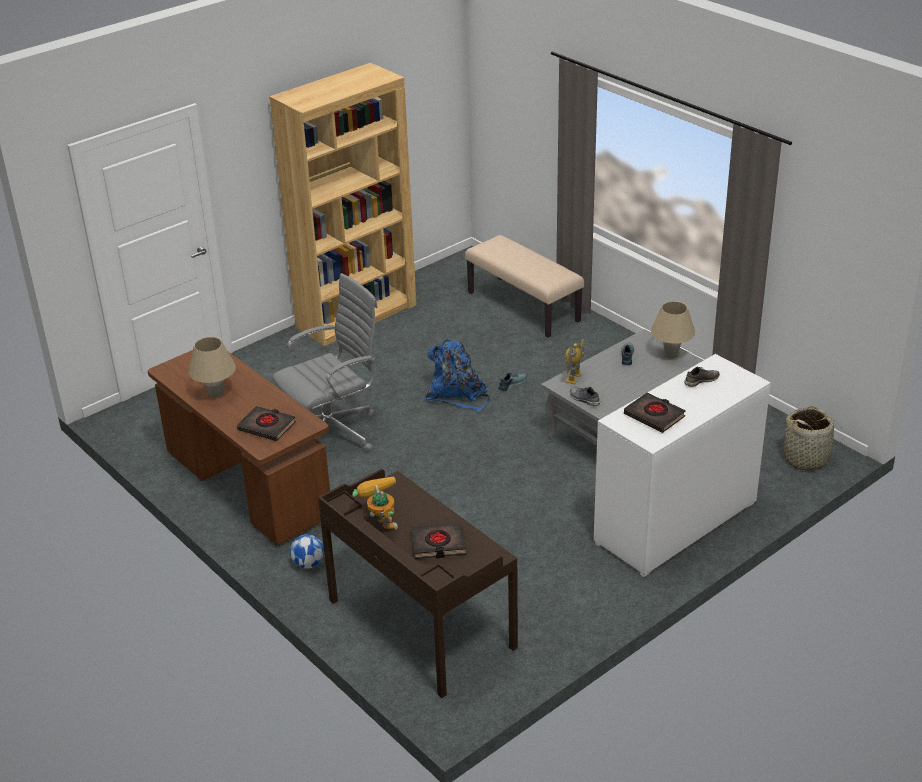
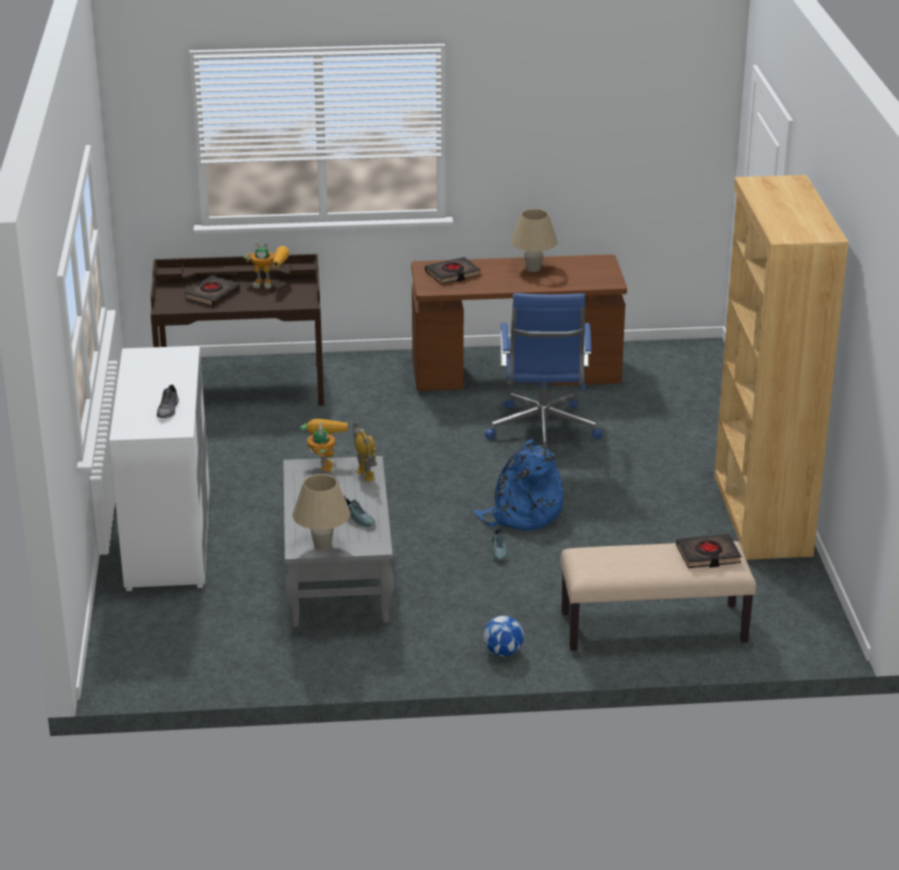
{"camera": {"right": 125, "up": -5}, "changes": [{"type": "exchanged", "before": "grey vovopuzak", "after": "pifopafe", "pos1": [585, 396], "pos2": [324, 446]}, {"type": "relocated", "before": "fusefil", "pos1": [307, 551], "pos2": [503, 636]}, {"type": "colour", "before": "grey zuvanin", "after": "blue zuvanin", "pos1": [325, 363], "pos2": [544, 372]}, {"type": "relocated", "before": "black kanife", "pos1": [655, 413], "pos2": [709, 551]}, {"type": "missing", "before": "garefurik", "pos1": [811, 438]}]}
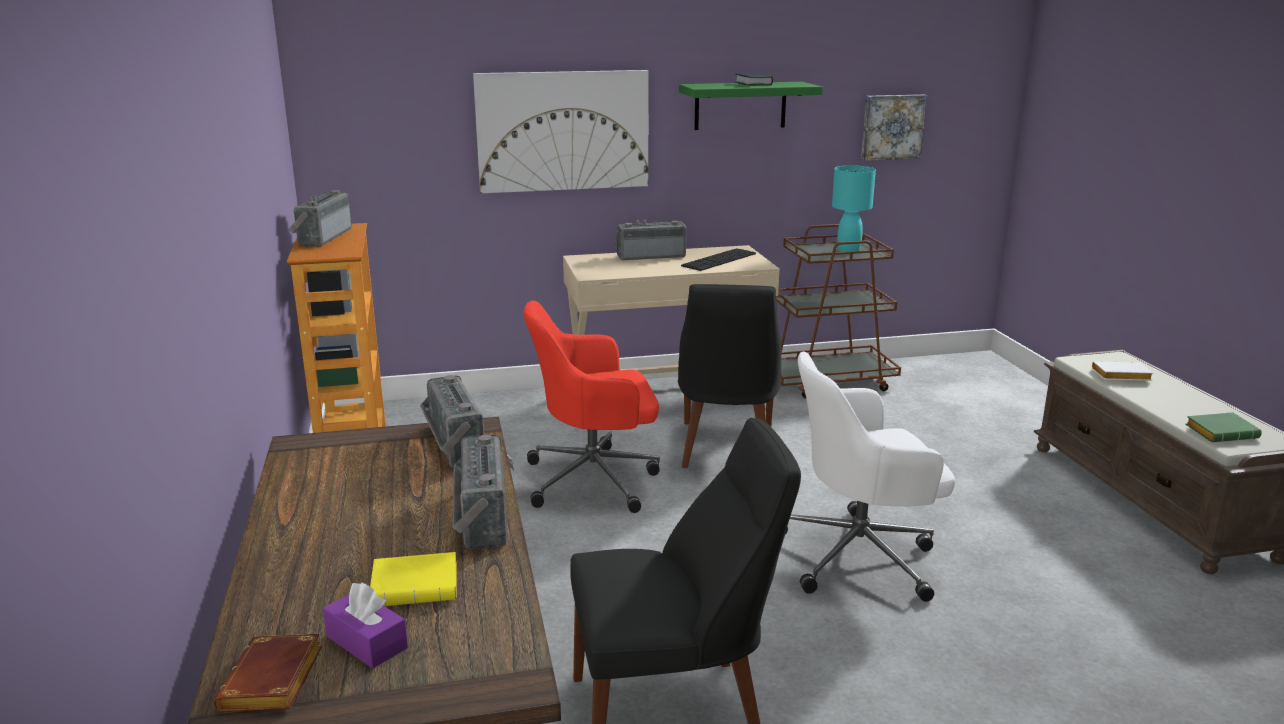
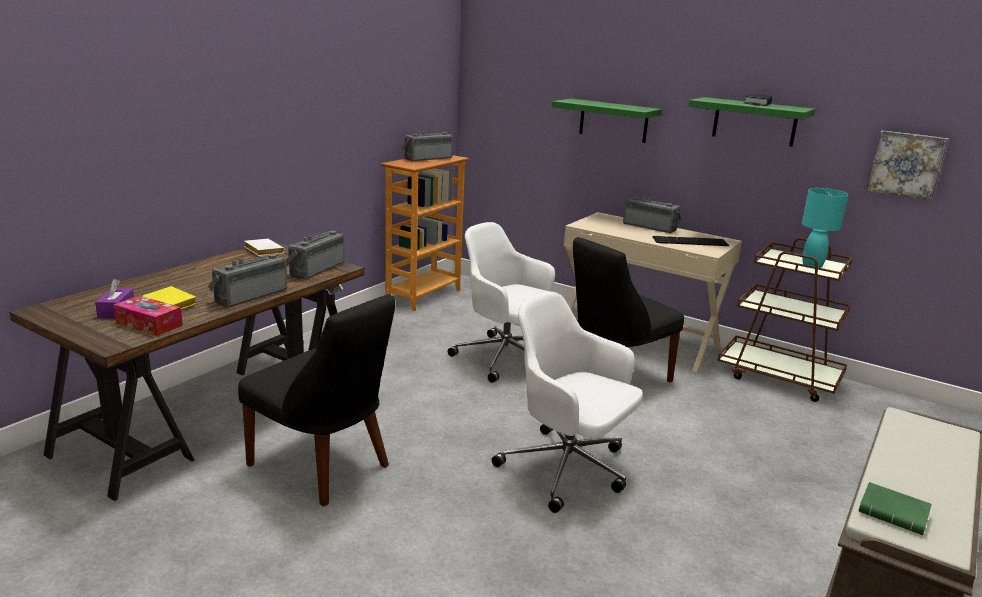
{"camera": {"right": 45, "up": 0}, "changes": [{"type": "appeared", "after": "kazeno", "pos2": [148, 315]}, {"type": "relocated", "before": "white kanife", "pos1": [1122, 371], "pos2": [264, 247]}, {"type": "colour", "before": "red zuvanin", "after": "white zuvanin", "pos1": [591, 406], "pos2": [501, 302]}, {"type": "exchanged", "before": "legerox", "after": "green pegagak", "pos1": [561, 131], "pos2": [607, 121]}, {"type": "missing", "before": "brown kanife", "pos1": [268, 673]}]}
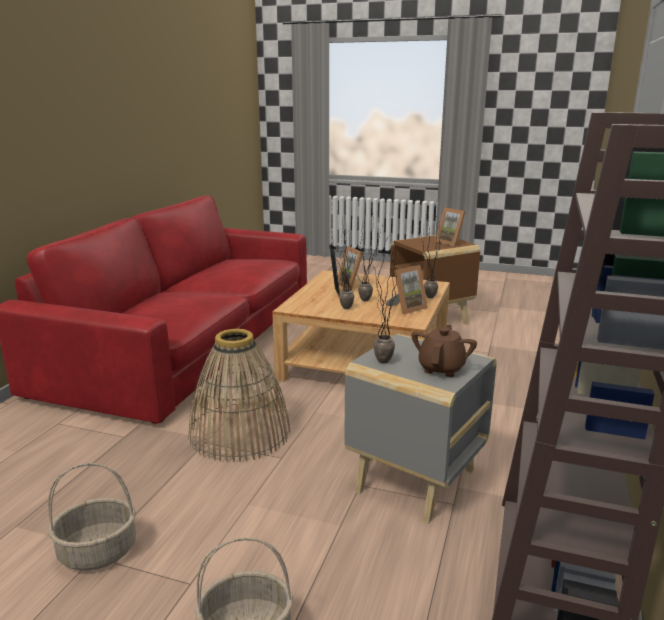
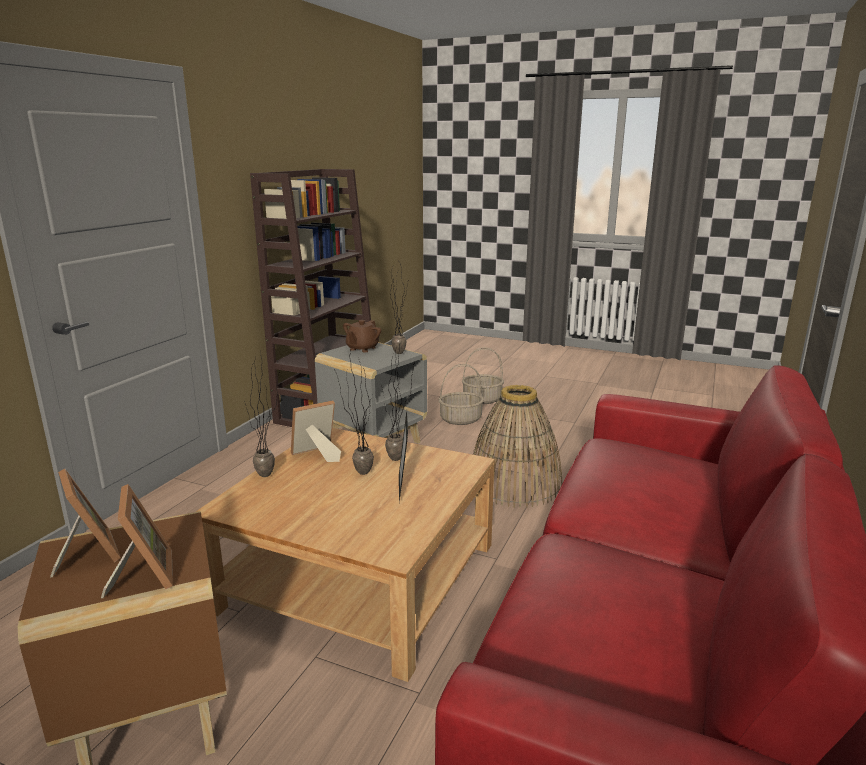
{"camera": {"right": -175, "up": 0}, "changes": [{"type": "relocated", "before": "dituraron", "pos1": [350, 268], "pos2": [137, 541]}, {"type": "relocated", "before": "garefurik", "pos1": [92, 517], "pos2": [461, 394]}]}
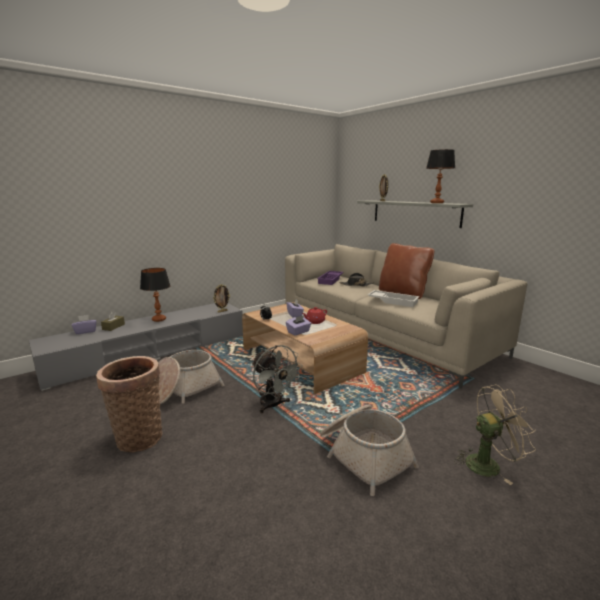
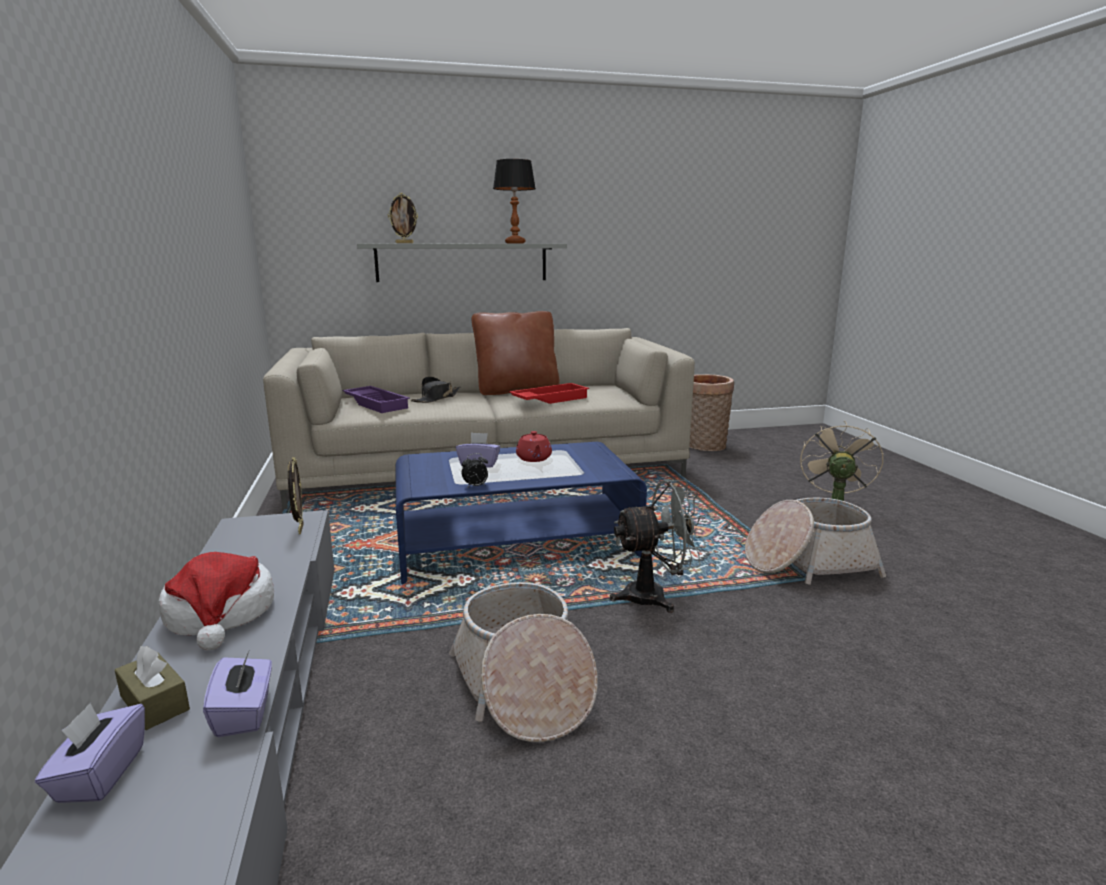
{"camera": {"right": -65, "up": 0}, "changes": [{"type": "exchanged", "before": "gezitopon", "after": "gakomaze", "pos1": [155, 295], "pos2": [216, 601]}, {"type": "relocated", "before": "purple kazeno", "pos1": [298, 325], "pos2": [237, 693]}, {"type": "colour", "before": "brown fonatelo", "after": "blue fonatelo", "pos1": [305, 348], "pos2": [521, 513]}, {"type": "colour", "before": "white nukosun", "after": "red nukosun", "pos1": [393, 298], "pos2": [549, 393]}, {"type": "relocated", "before": "garefurik", "pos1": [129, 404], "pos2": [711, 412]}]}
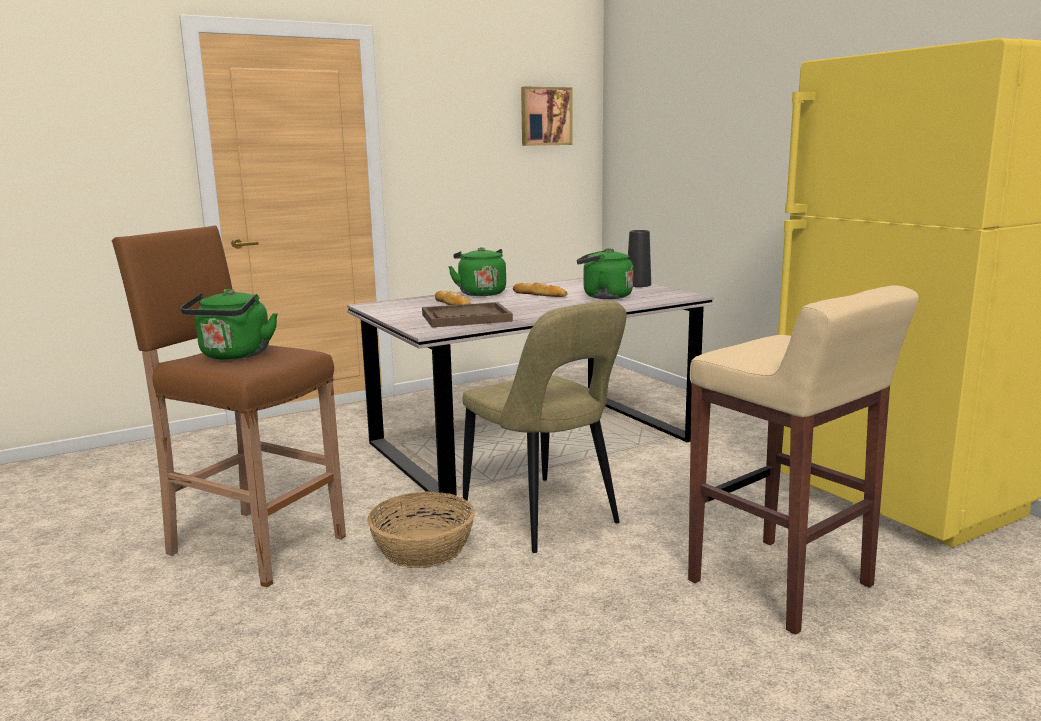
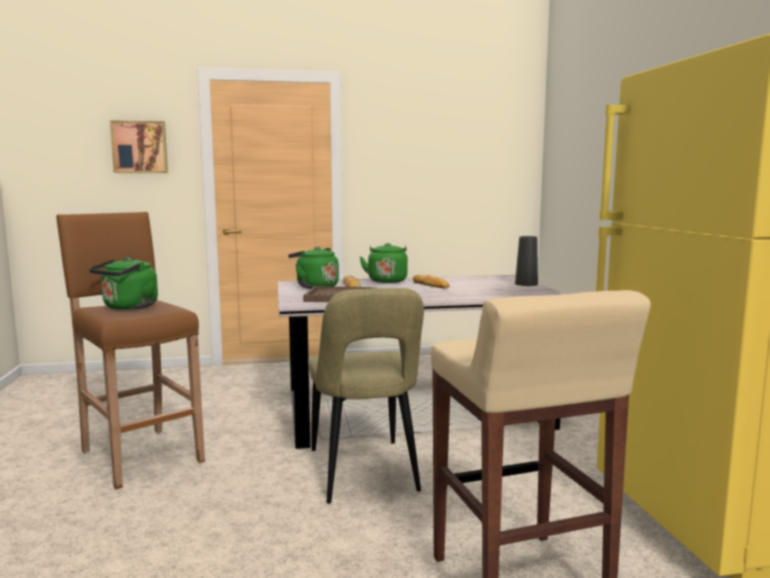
{"camera": {"right": 20, "up": -5}, "changes": [{"type": "relocated", "before": "legerox", "pos1": [547, 116], "pos2": [139, 146]}, {"type": "relocated", "before": "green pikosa", "pos1": [605, 273], "pos2": [313, 268]}, {"type": "missing", "before": "garefurik", "pos1": [421, 529]}]}
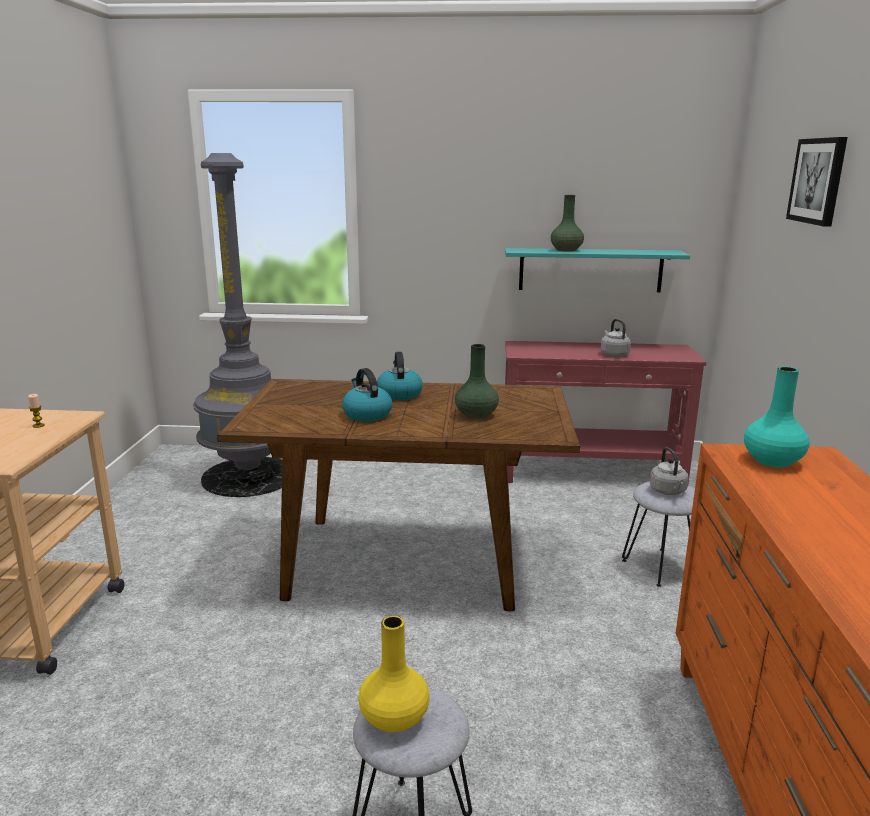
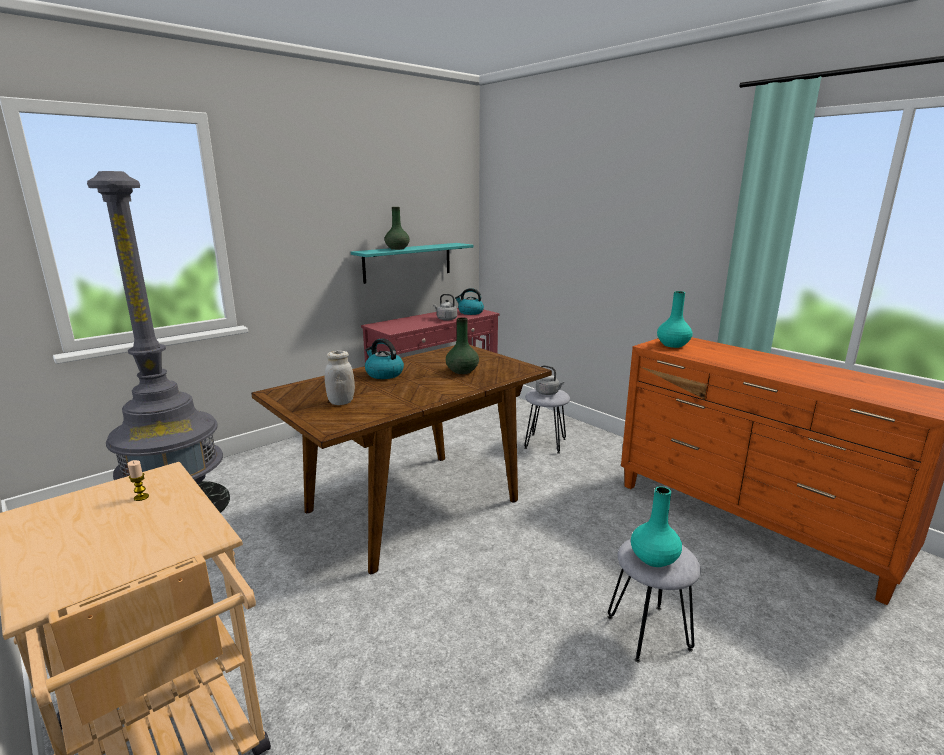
{"camera": {"right": -45, "up": 0}, "changes": [{"type": "appeared", "after": "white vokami", "pos2": [340, 378]}, {"type": "relocated", "before": "pikosa", "pos1": [367, 394], "pos2": [469, 301]}, {"type": "colour", "before": "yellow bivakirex", "after": "turquoise bivakirex", "pos1": [393, 674], "pos2": [656, 526]}, {"type": "missing", "before": "legerox", "pos1": [816, 182]}]}
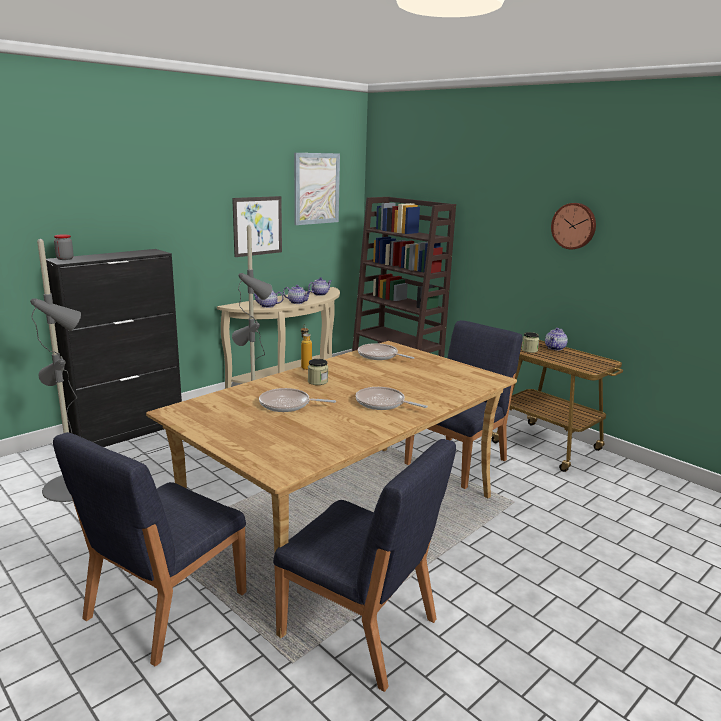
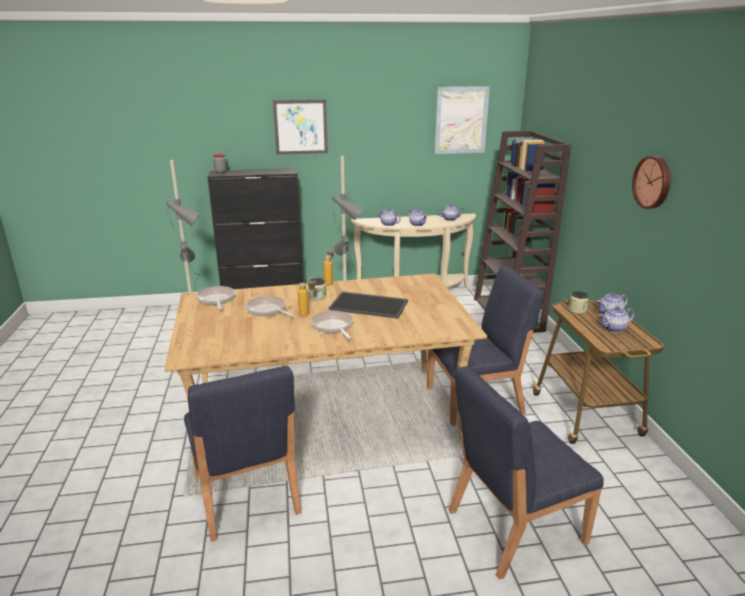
{"camera": {"right": 35, "up": 5}, "changes": [{"type": "relocated", "before": "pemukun", "pos1": [386, 351], "pos2": [216, 298]}, {"type": "relocated", "before": "legerox", "pos1": [257, 226], "pos2": [300, 127]}, {"type": "appeared", "after": "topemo", "pos2": [307, 297]}, {"type": "appeared", "after": "nukosun", "pos2": [368, 305]}, {"type": "relocated", "before": "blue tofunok", "pos1": [149, 549], "pos2": [526, 473]}, {"type": "appeared", "after": "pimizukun", "pos2": [616, 319]}]}
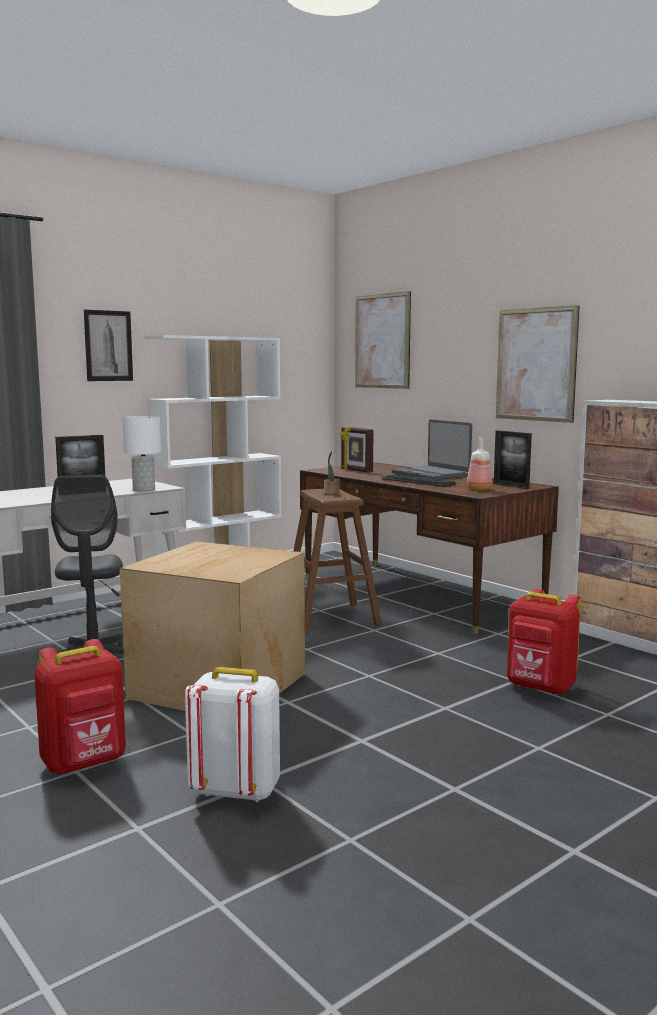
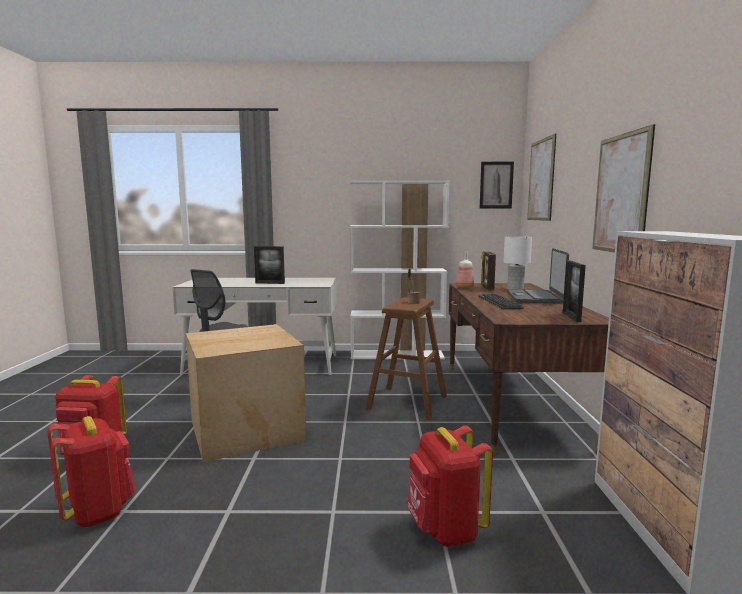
{"camera": {"right": 40, "up": 0}, "changes": [{"type": "colour", "before": "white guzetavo", "after": "red guzetavo", "pos1": [232, 734], "pos2": [91, 471]}, {"type": "relocated", "before": "topemo", "pos1": [479, 464], "pos2": [465, 270]}, {"type": "relocated", "before": "legerox", "pos1": [108, 345], "pos2": [497, 185]}, {"type": "relocated", "before": "white gezitopon", "pos1": [141, 453], "pos2": [517, 263]}]}
